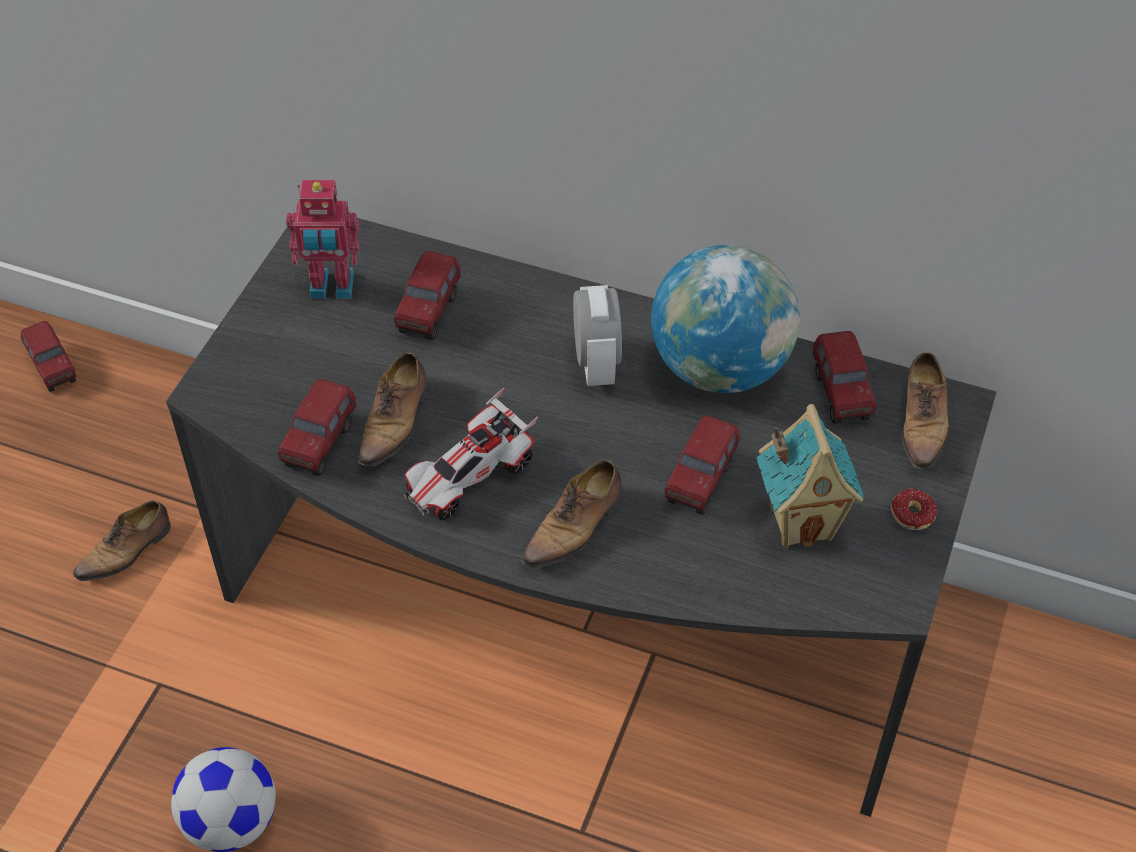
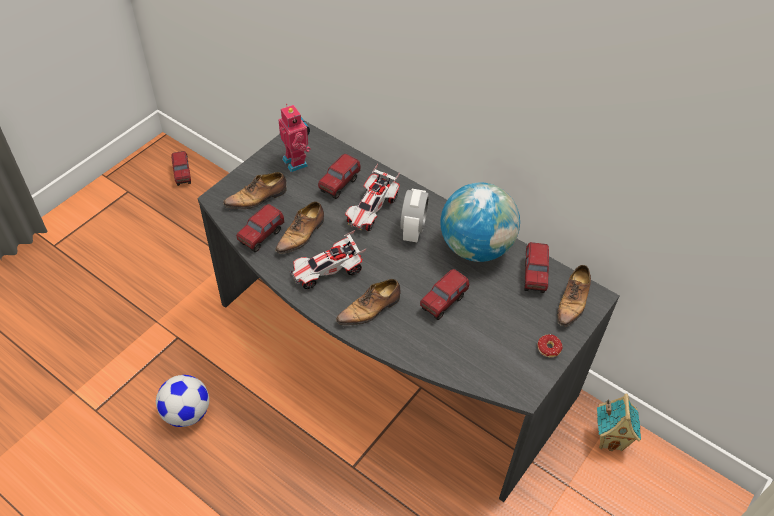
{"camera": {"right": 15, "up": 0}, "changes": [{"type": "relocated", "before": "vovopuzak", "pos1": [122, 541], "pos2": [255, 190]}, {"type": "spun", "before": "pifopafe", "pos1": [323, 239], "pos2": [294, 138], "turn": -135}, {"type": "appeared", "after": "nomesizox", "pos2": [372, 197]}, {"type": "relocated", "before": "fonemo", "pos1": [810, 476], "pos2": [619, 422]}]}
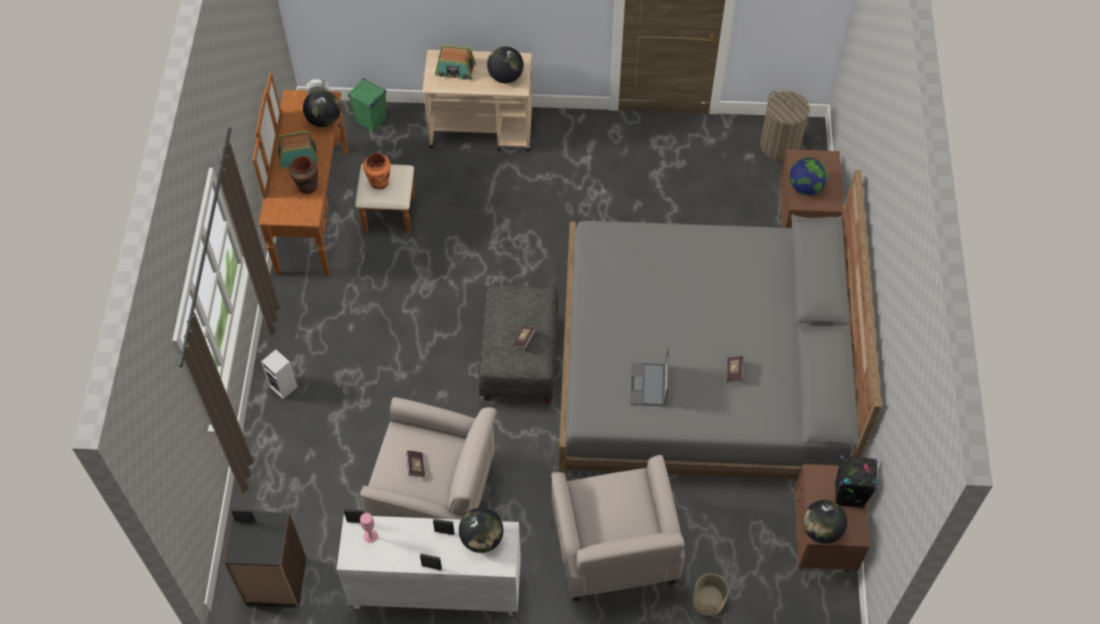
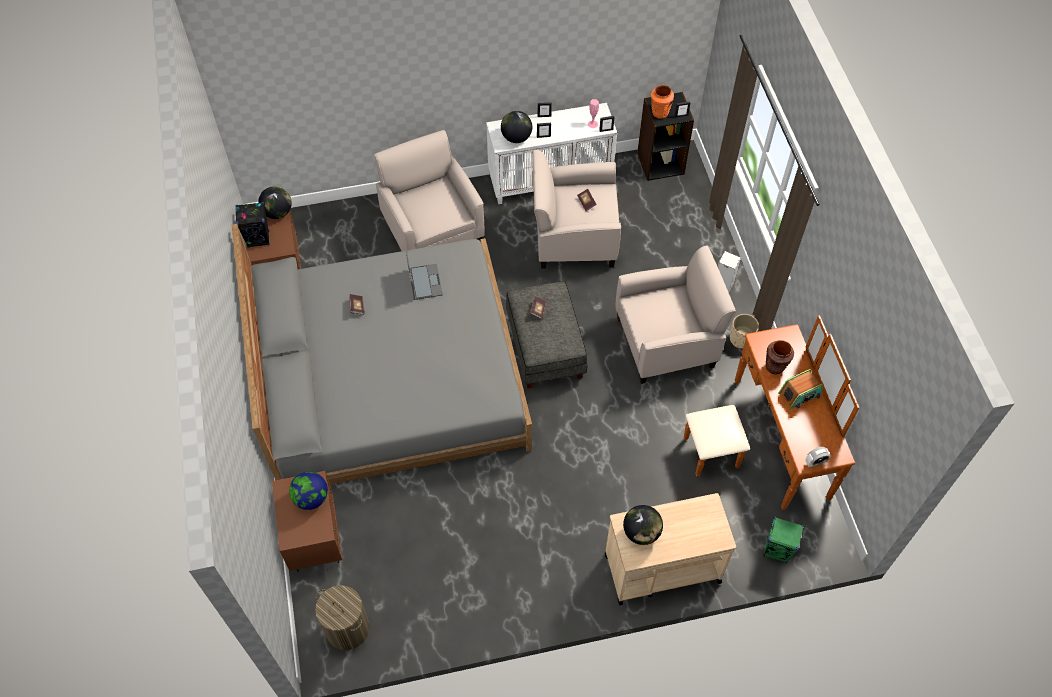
{"camera": {"right": 165, "up": 0}, "changes": [{"type": "appeared", "after": "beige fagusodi", "pos2": [676, 315]}, {"type": "relocated", "before": "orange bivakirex", "pos1": [376, 171], "pos2": [662, 102]}, {"type": "relocated", "before": "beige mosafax", "pos1": [711, 594], "pos2": [744, 331]}, {"type": "missing", "before": "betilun", "pos1": [322, 108]}, {"type": "missing", "before": "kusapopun", "pos1": [455, 62]}]}
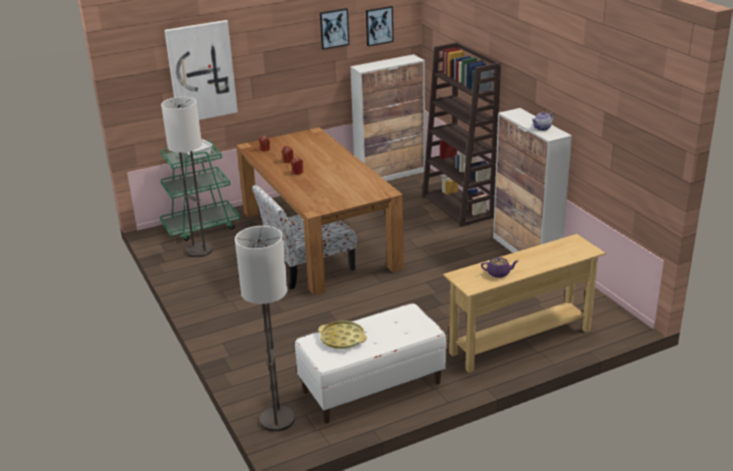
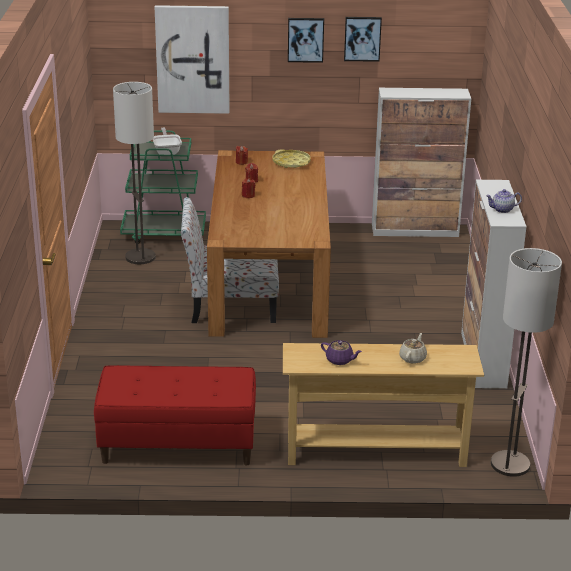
{"camera": {"right": 25, "up": 0}, "changes": [{"type": "colour", "before": "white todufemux", "after": "red todufemux", "pos1": [370, 363], "pos2": [175, 415]}, {"type": "relocated", "before": "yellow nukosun", "pos1": [342, 335], "pos2": [291, 158]}, {"type": "relocated", "before": "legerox", "pos1": [379, 26], "pos2": [306, 40]}, {"type": "appeared", "after": "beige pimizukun", "pos2": [413, 348]}, {"type": "relocated", "before": "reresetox", "pos1": [265, 329], "pos2": [526, 362]}, {"type": "missing", "before": "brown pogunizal", "pos1": [461, 134]}]}
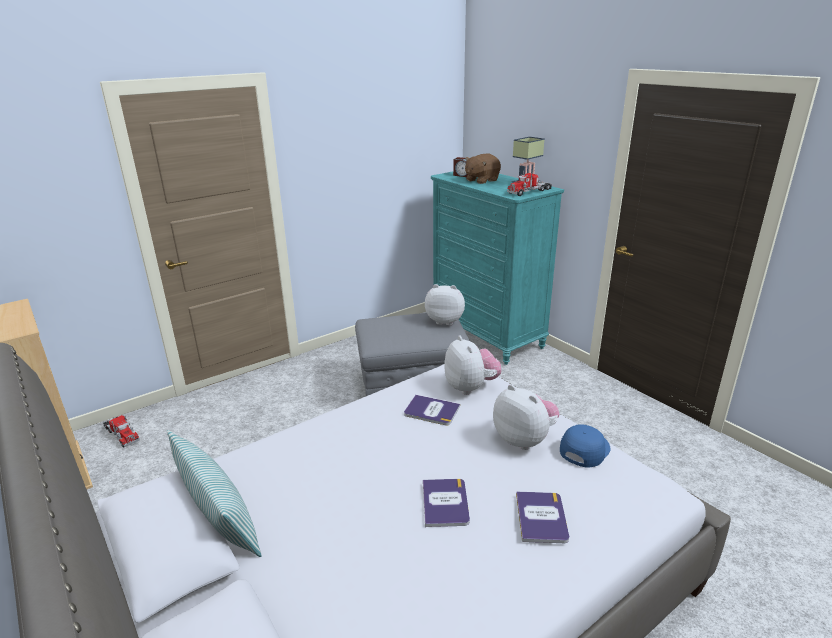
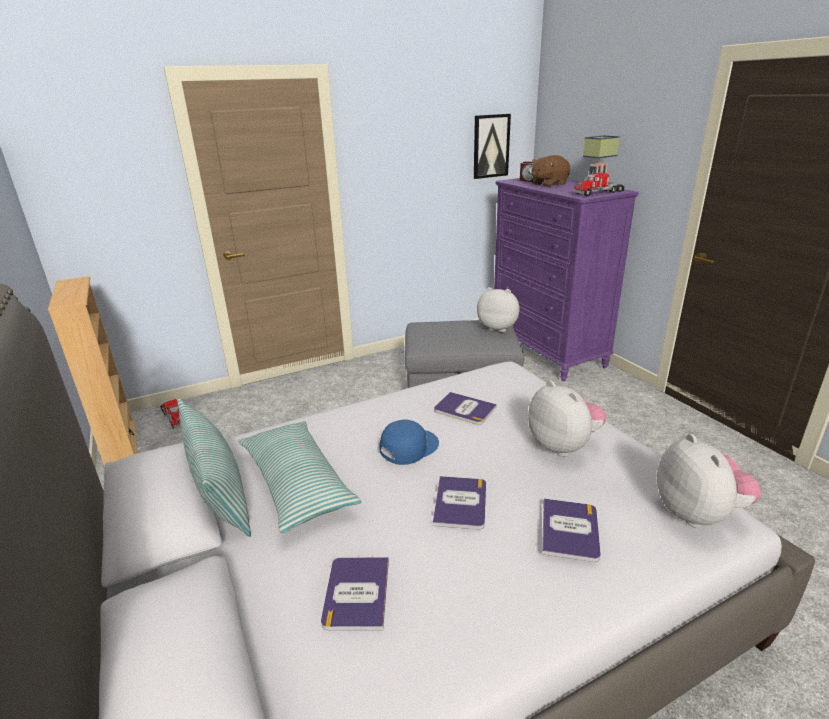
{"camera": {"right": 10, "up": 0}, "changes": [{"type": "appeared", "after": "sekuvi", "pos2": [299, 477]}, {"type": "appeared", "after": "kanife", "pos2": [355, 593]}, {"type": "relocated", "before": "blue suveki", "pos1": [585, 446], "pos2": [409, 442]}, {"type": "appeared", "after": "legerox", "pos2": [492, 146]}, {"type": "colour", "before": "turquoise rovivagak", "after": "purple rovivagak", "pos1": [497, 268], "pos2": [566, 279]}, {"type": "relocated", "before": "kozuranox", "pos1": [472, 365], "pos2": [709, 481]}]}
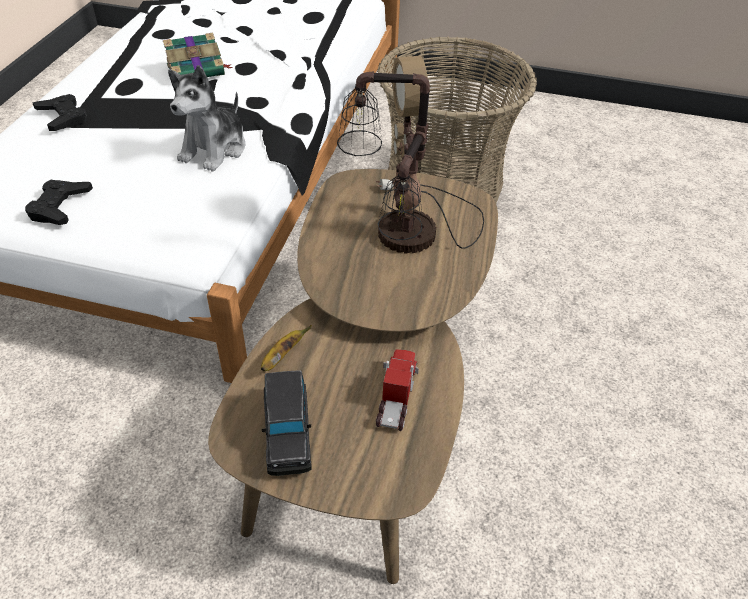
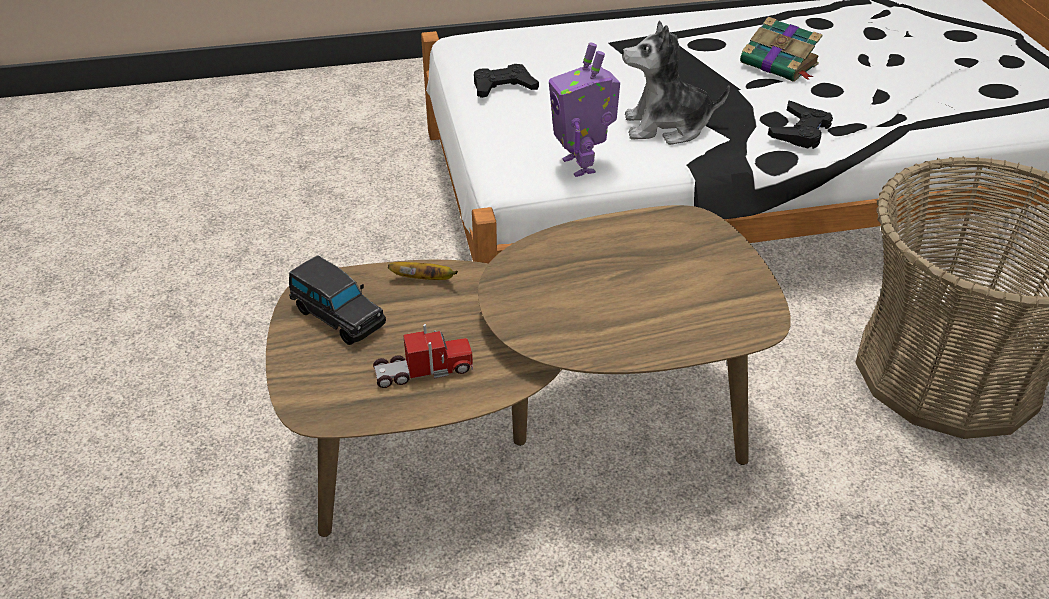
{"camera": {"right": 65, "up": -5}, "changes": [{"type": "spun", "before": "black nomesizox", "pos1": [287, 423], "pos2": [337, 300], "turn": -105}, {"type": "appeared", "after": "pifopafe", "pos2": [584, 110]}, {"type": "relocated", "before": "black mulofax", "pos1": [59, 112], "pos2": [800, 124]}, {"type": "missing", "before": "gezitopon", "pos1": [410, 155]}]}
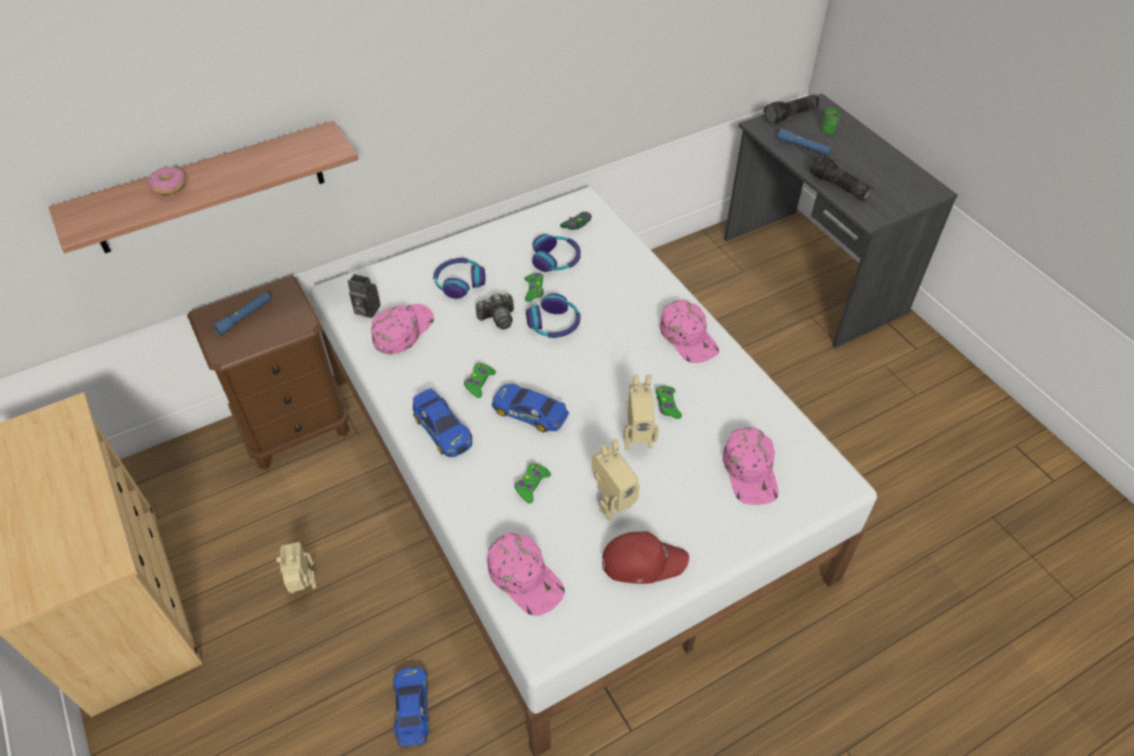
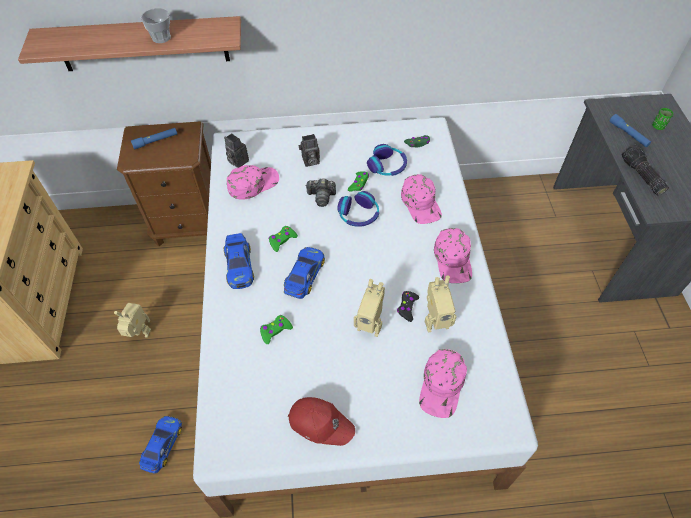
{"camera": {"right": 25, "up": 5}, "changes": [{"type": "appeared", "after": "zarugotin", "pos2": [156, 25]}, {"type": "spun", "before": "nomesizox", "pos1": [530, 408], "pos2": [304, 273], "turn": 60}, {"type": "exchanged", "before": "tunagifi", "after": "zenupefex", "pos1": [459, 278], "pos2": [309, 150]}, {"type": "colour", "before": "green mulofax", "after": "black mulofax", "pos1": [669, 402], "pos2": [408, 306]}, {"type": "relocated", "before": "pink suveki", "pos1": [526, 574], "pos2": [421, 199]}, {"type": "relocated", "before": "pifopafe", "pos1": [615, 480], "pos2": [441, 304]}, {"type": "missing", "before": "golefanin", "pos1": [167, 181]}, {"type": "missing", "before": "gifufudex", "pos1": [791, 109]}]}
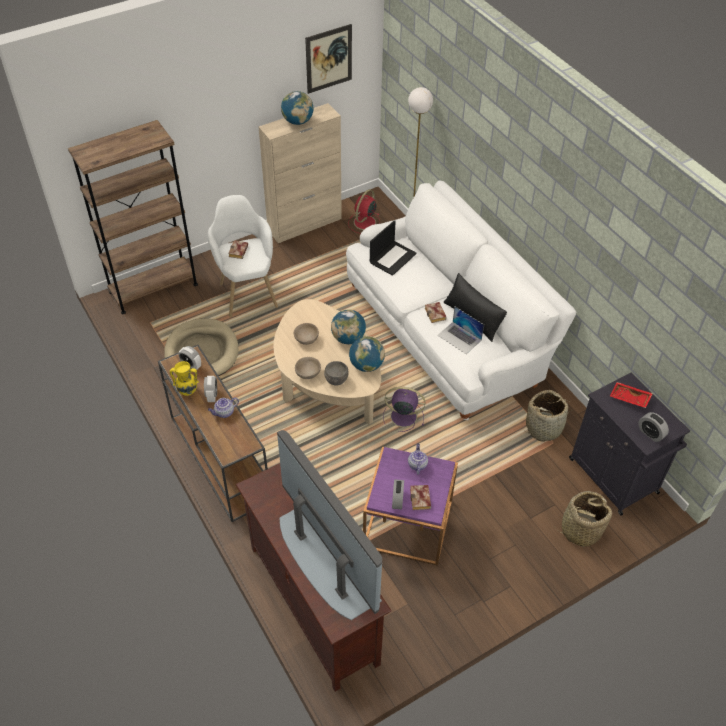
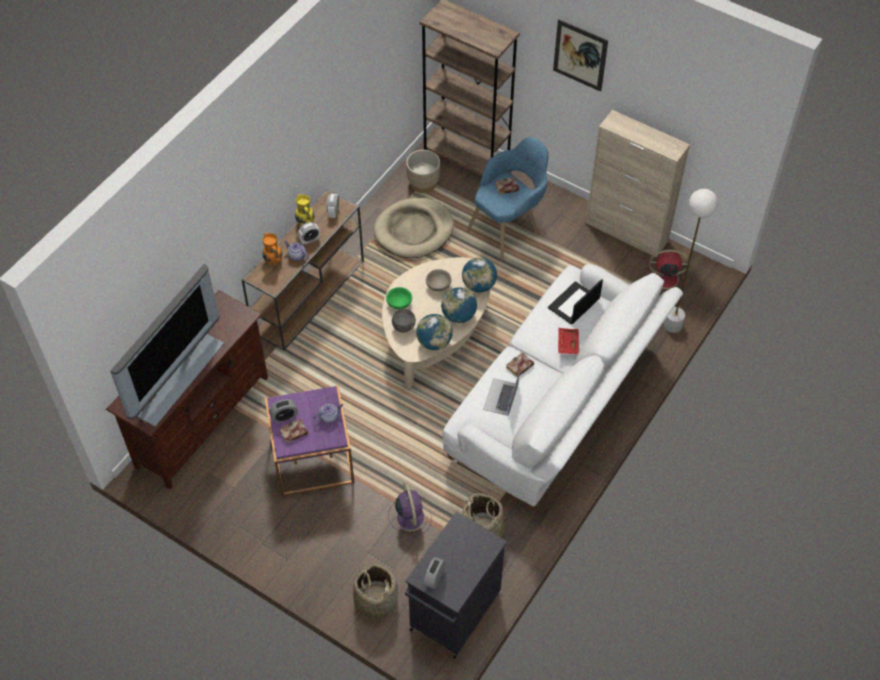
{"camera": {"right": 65, "up": 5}, "changes": [{"type": "appeared", "after": "orange bivakirex", "pos2": [272, 249]}, {"type": "colour", "before": "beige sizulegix", "after": "green sizulegix", "pos1": [308, 368], "pos2": [399, 298]}, {"type": "relocated", "before": "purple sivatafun", "pos1": [404, 409], "pos2": [410, 511]}, {"type": "appeared", "after": "beige mosafax", "pos2": [423, 171]}, {"type": "relocated", "before": "betilun", "pos1": [297, 108], "pos2": [479, 275]}, {"type": "colour", "before": "white fagusodi", "after": "blue fagusodi", "pos1": [242, 256], "pos2": [508, 198]}, {"type": "spun", "before": "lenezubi", "pos1": [393, 248], "pos2": [575, 301], "turn": 120}, {"type": "relocated", "before": "legerox", "pos1": [328, 59], "pos2": [580, 55]}, {"type": "relocated", "before": "red nukosun", "pos1": [631, 395], "pos2": [568, 341]}, {"type": "missing", "before": "black sekuvi", "pos1": [475, 307]}]}
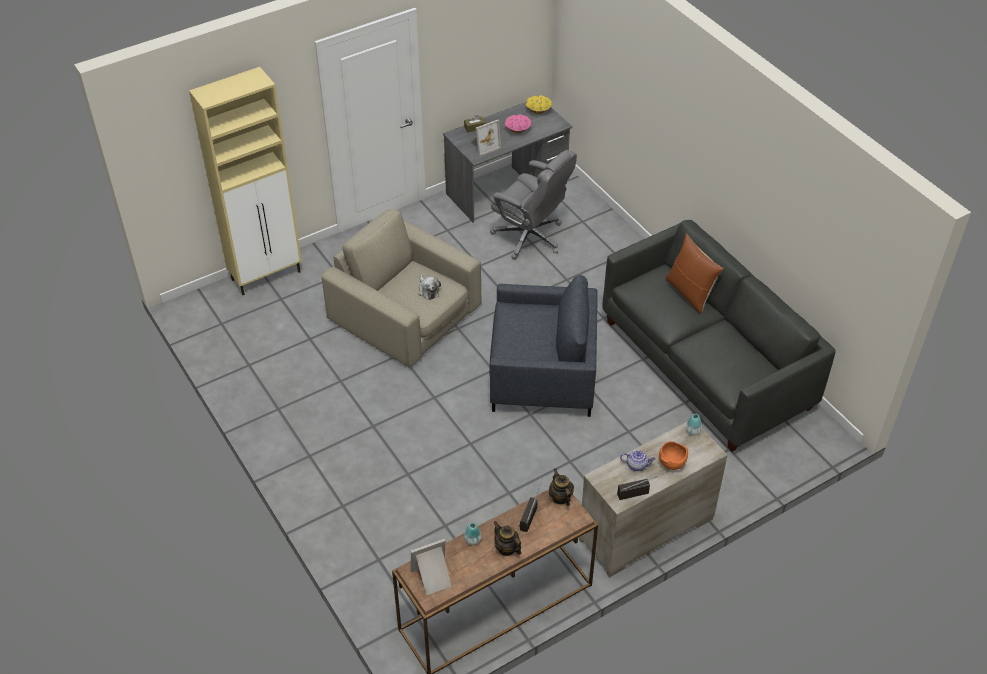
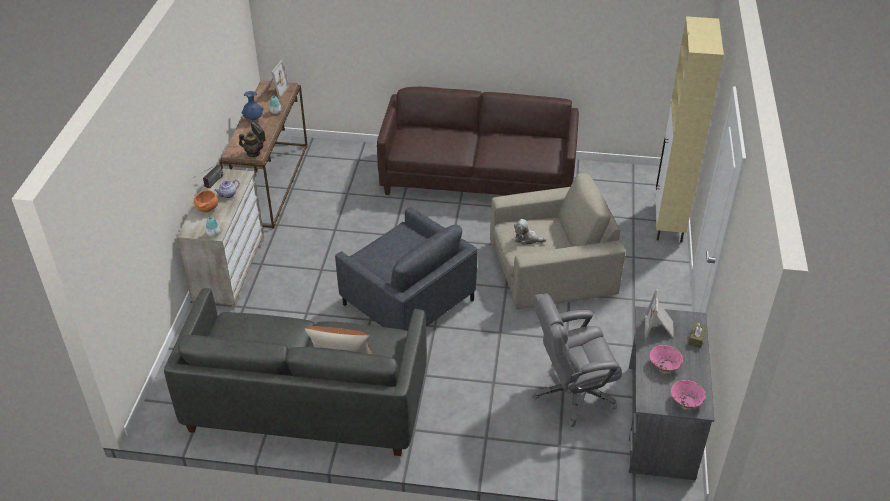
{"camera": {"right": 130, "up": -5}, "changes": [{"type": "exchanged", "before": "pimizukun", "after": "blue bivakirex", "pos1": [507, 538], "pos2": [252, 106]}, {"type": "spun", "before": "grey fagusodi", "pos1": [543, 346], "pos2": [406, 269], "turn": -90}, {"type": "appeared", "after": "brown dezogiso", "pos2": [478, 141]}, {"type": "colour", "before": "yellow sizulegix", "after": "pink sizulegix", "pos1": [539, 104], "pos2": [688, 394]}]}
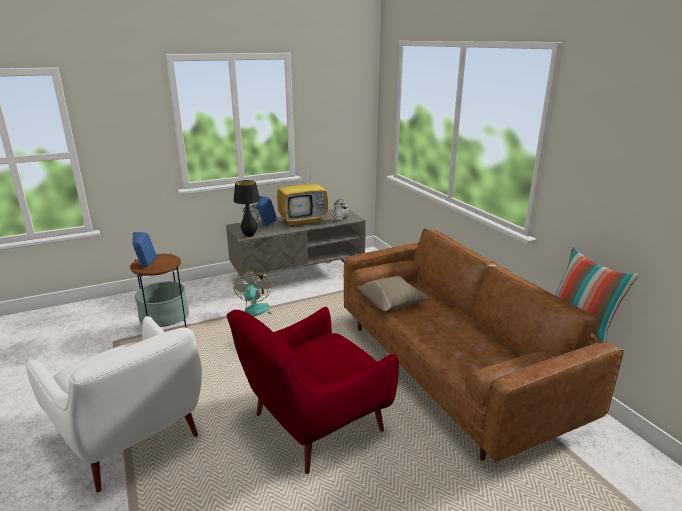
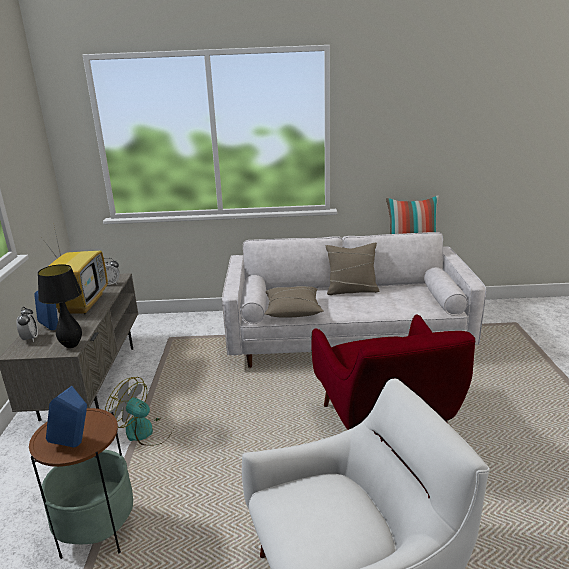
{"camera": {"right": -65, "up": 0}, "changes": [{"type": "colour", "before": "brown dezogiso", "after": "white dezogiso", "pos1": [483, 345], "pos2": [354, 300]}, {"type": "appeared", "after": "beige sekuvi", "pos2": [352, 269]}]}
